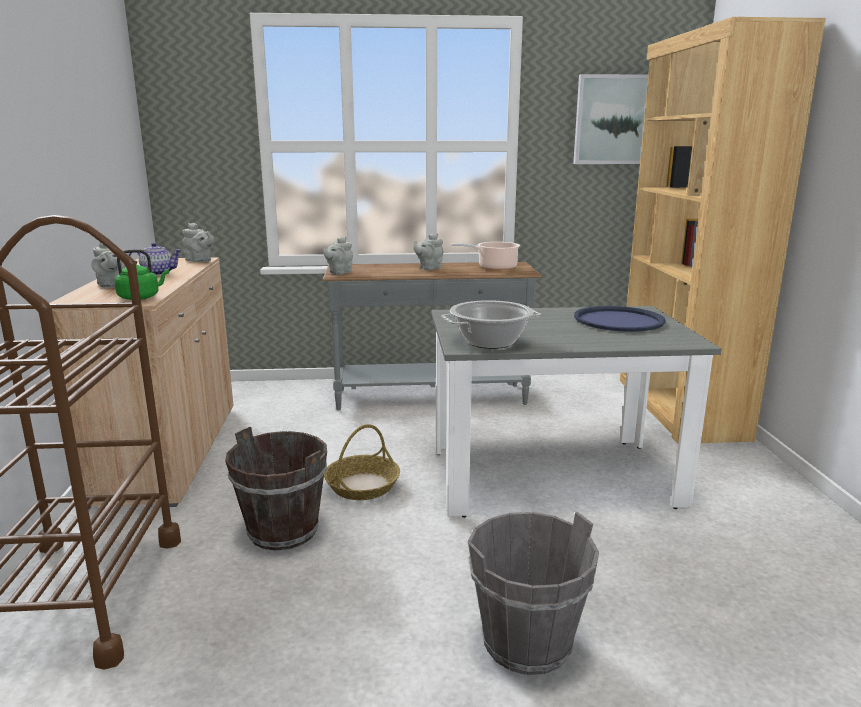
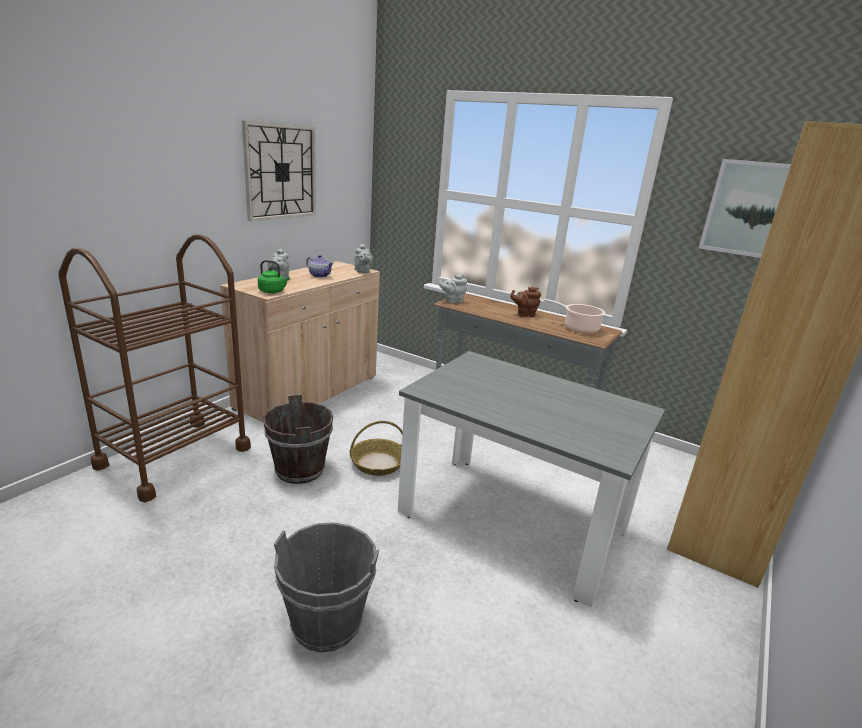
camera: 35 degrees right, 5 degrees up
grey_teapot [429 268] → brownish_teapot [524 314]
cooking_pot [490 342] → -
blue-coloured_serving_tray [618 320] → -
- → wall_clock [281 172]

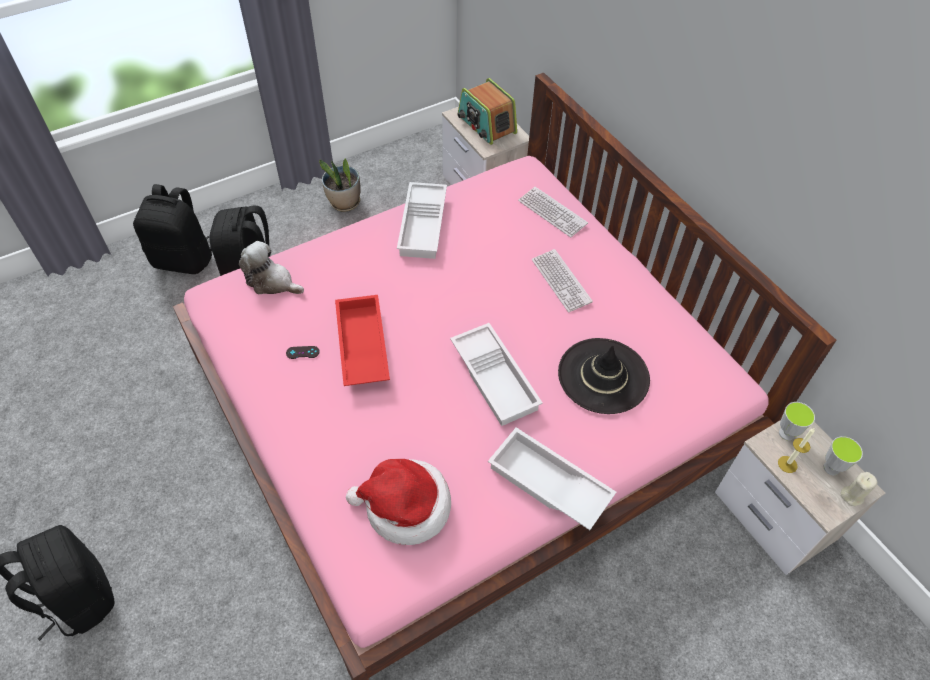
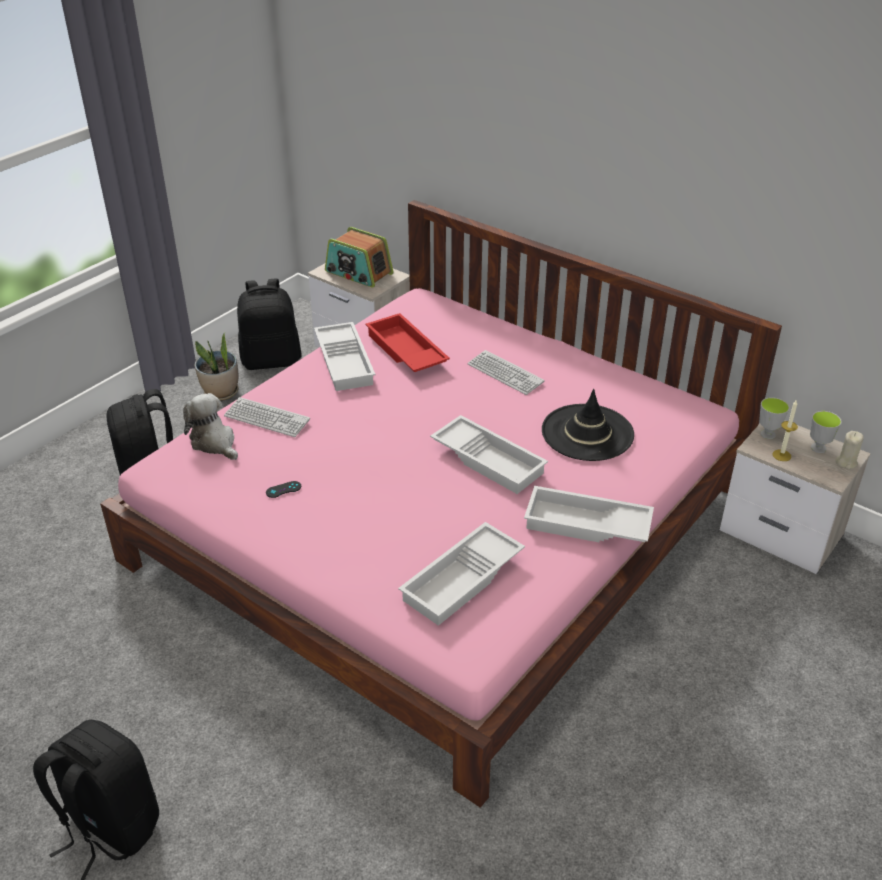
camera: 20 degrees left, 15 degrees down
blackish_rucksack [184 259] → blackish_rucksack [271 360], move
computer_keyboard [552 213] → computer_keyboard [267 418], move
plush_toy [272 282] → plush_toy [214 442], 45 degrees clockwise
red-coloured_serving_tray [360 346] → red-coloured_serving_tray [404 351], move
hat [405 507] → white-coloured_serving_tray [463 581]

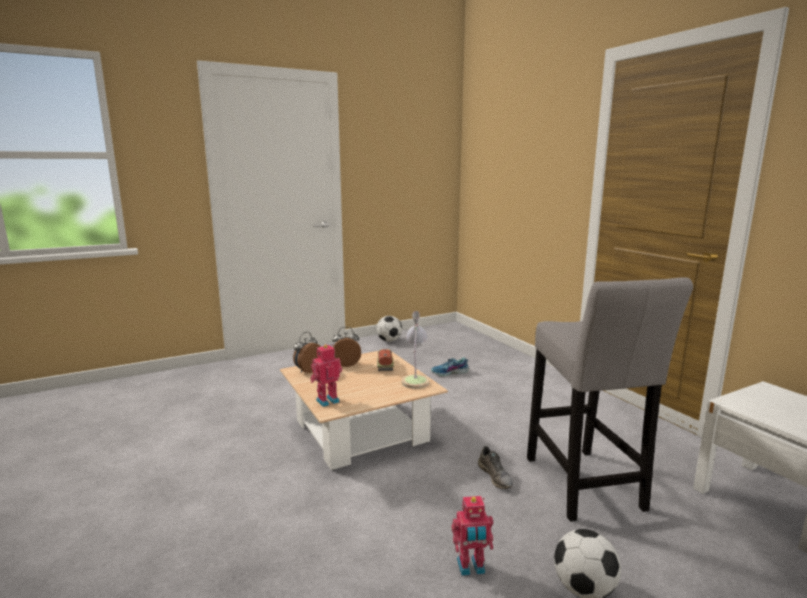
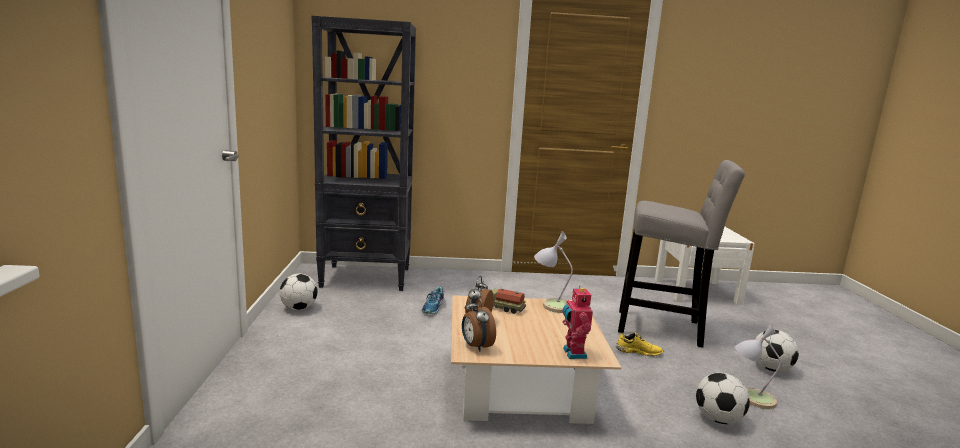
camera: 65 degrees left, 0 degrees up
grey_shoe [495 476] → yellow-coloured_shoe [638 351]
model_robot [471 568] → tabletop_lamp [751 398]
- → blackish_bookshelf [367 278]
- → football_ball [718 419]

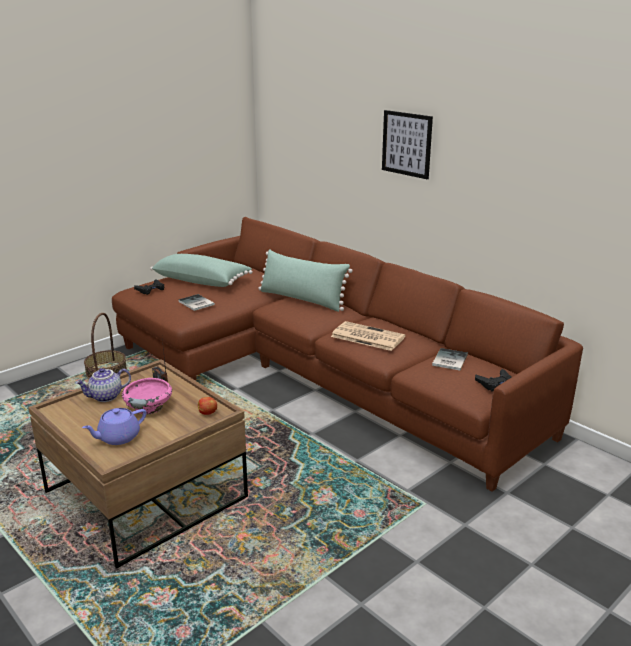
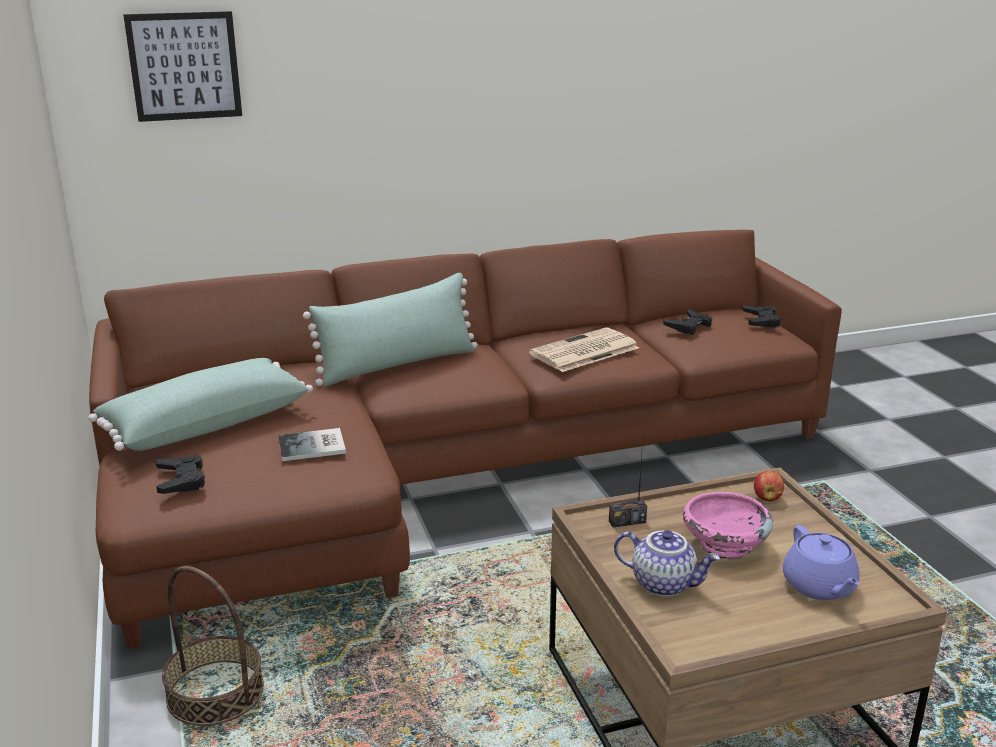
camera: 65 degrees left, 0 degrees up
picture [406 144] → picture [184 66], move
book [448 360] → blackish_game_controller [689 326]
teapot [106 397] → teapot [664 583], 60 degrees counterclockwise

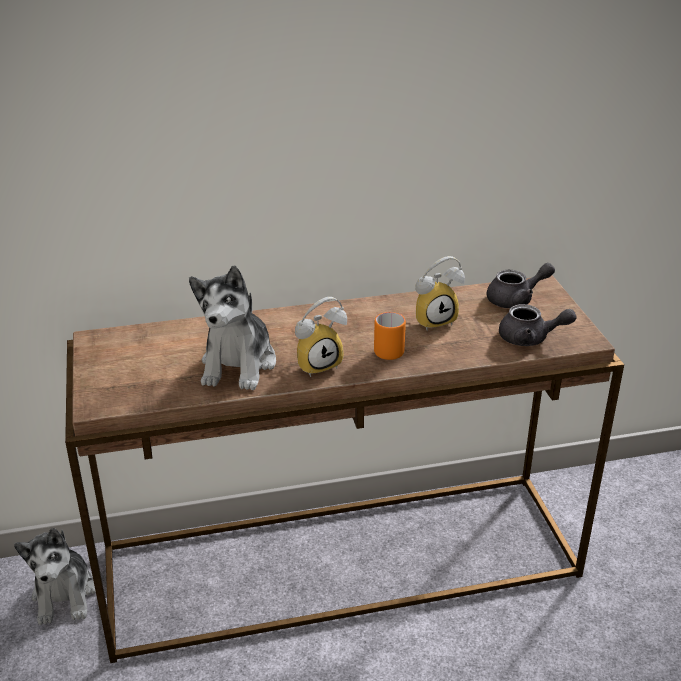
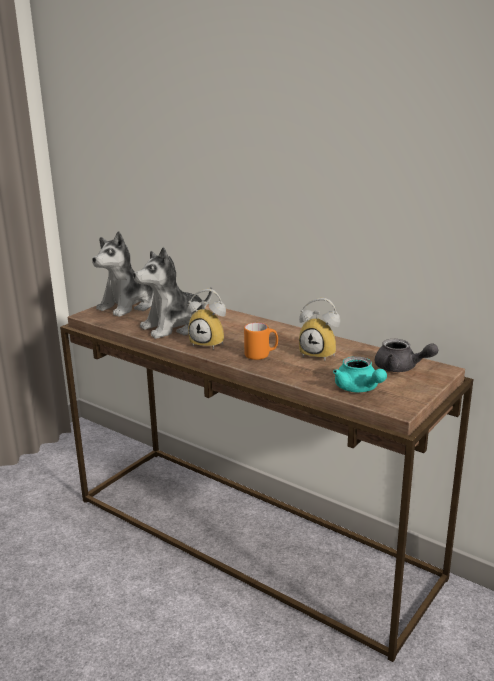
camera: 50 degrees right, 10 degrees down
grey_teapot [530 339] → turquoise-coloured_teapot [359 389]
plush_toy [65 595] → plush_toy [129 305], move

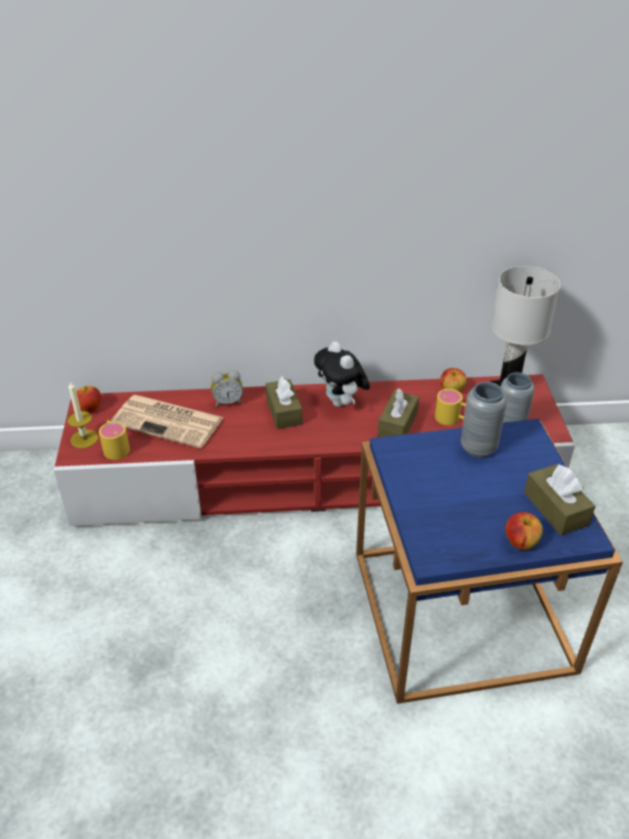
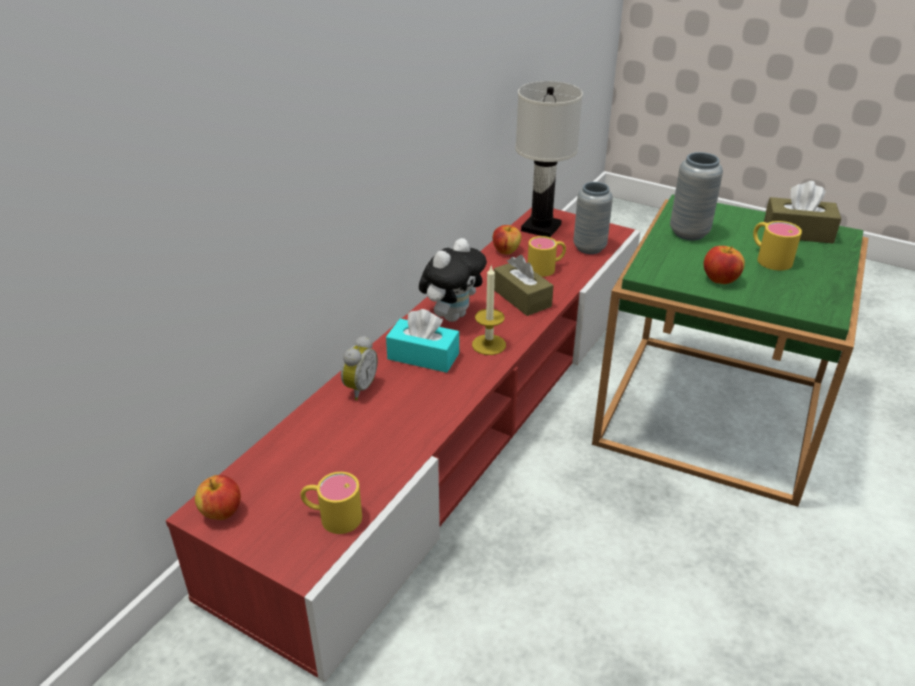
camera: 55 degrees left, 5 degrees down
plush_toy [341 403] → plush_toy [452 315], 60 degrees counterclockwise
brownish_tissue_holder [284 412] → turquoise-coloured_tissue_holder [423 356]
candle [84 439] → candle [489 344], move
newspaper [169 421] → -
blue-coloured_accent_table [461 610] → greenish_accent_table [711 413]
whole_apple [520 542] → whole_apple [720 279], move
- → yellow-coloured_mug [768 258]

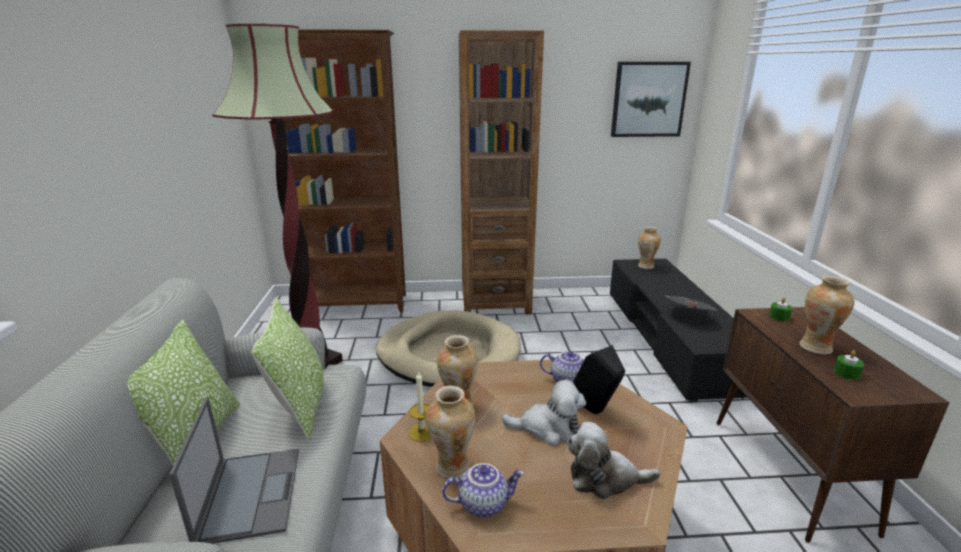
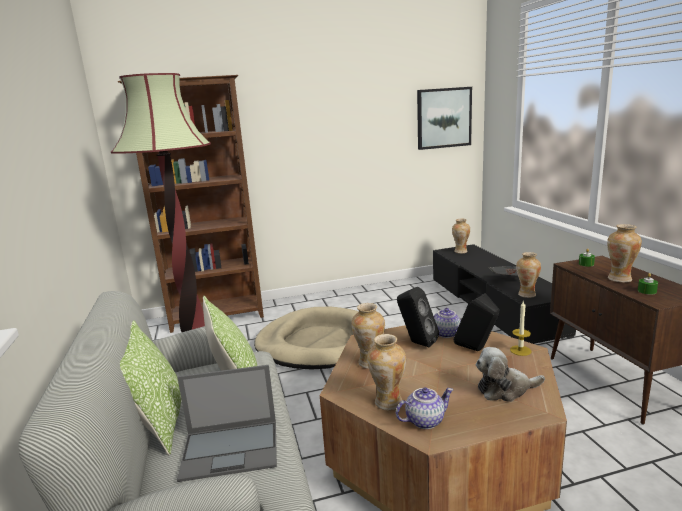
camera: 10 degrees left, 5 degrees down
brownish_bookshelf [495 303] → -
candle [421 432] → candle [520 350], move
plush_toy [547 428] → -
portable_computer [250 493] → portable_computer [231 449], 105 degrees clockwise
- → decorative_vase [527 294]
- → blackish_audio_speaker [416 343]

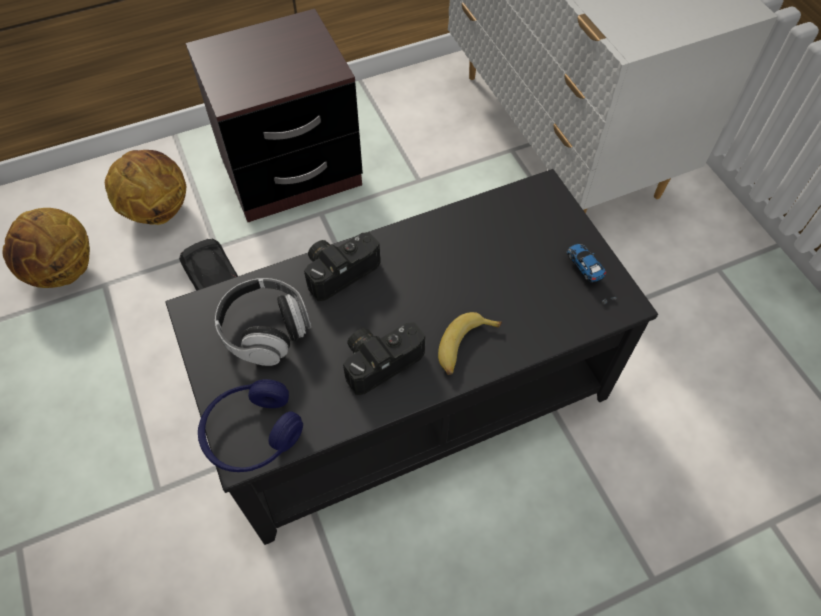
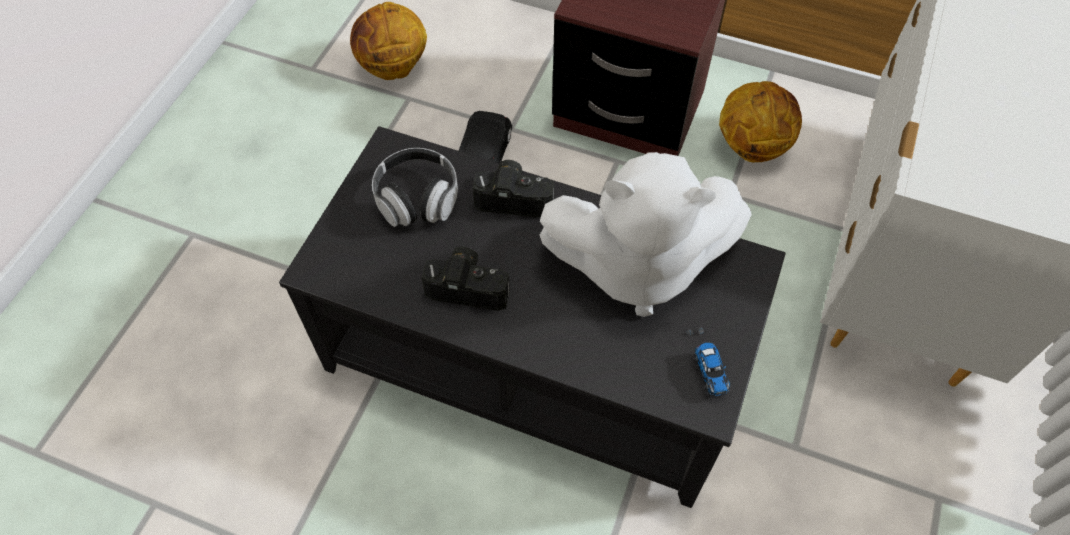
camera: 45 degrees right, 0 degrees up
basketball_ball [157 210] → basketball_ball [752 145], move
miniature_car [589 277] → miniature_car [706 364], 150 degrees clockwise
banana [464 347] → -
blue-coloured_headphones [252 433] → -
- → white-coloured_plush_toy [636 265]

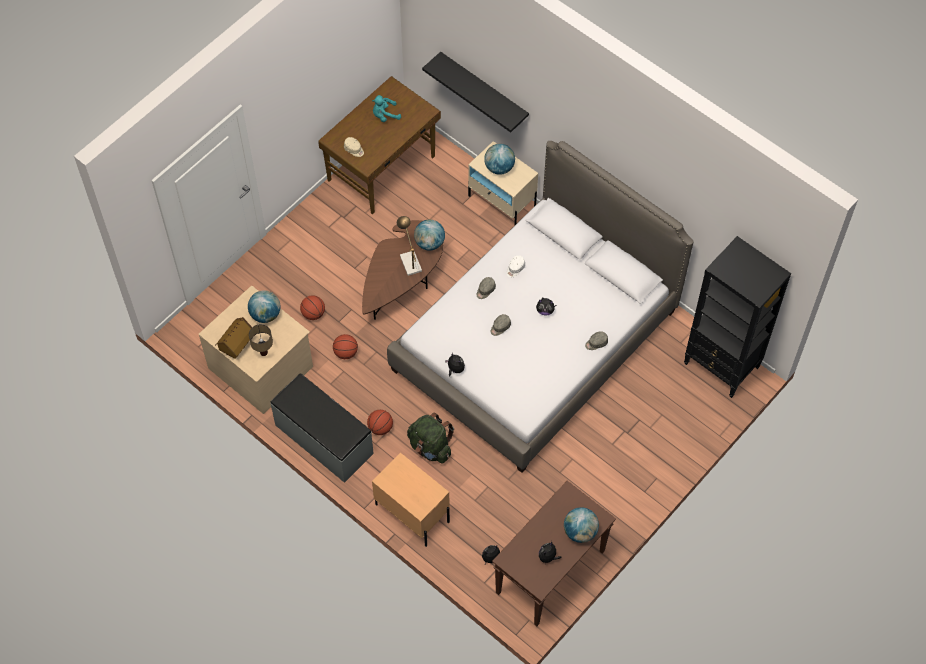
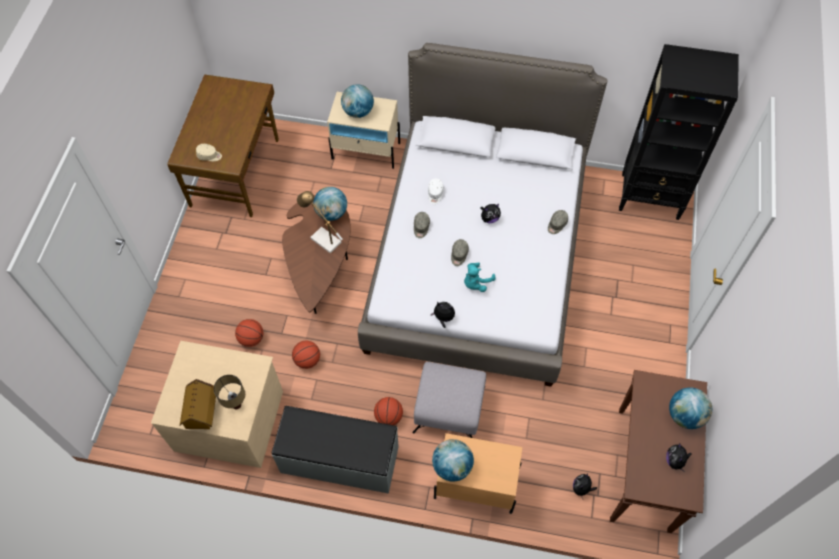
camera: 30 degrees left, 0 degrees up
blackish_wall_shelf [484 89] → -
turquoise-coloured_plush_toy [385 115] → turquoise-coloured_plush_toy [476 283], move
globe [265 314] → globe [452 466], move
greenish_rucksack [430 447] → grey_footrest [449 409]

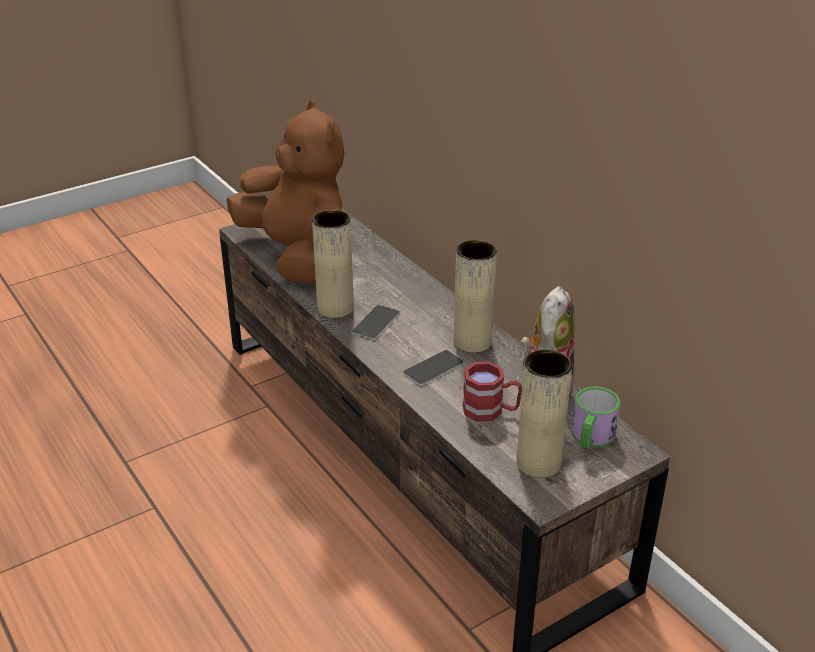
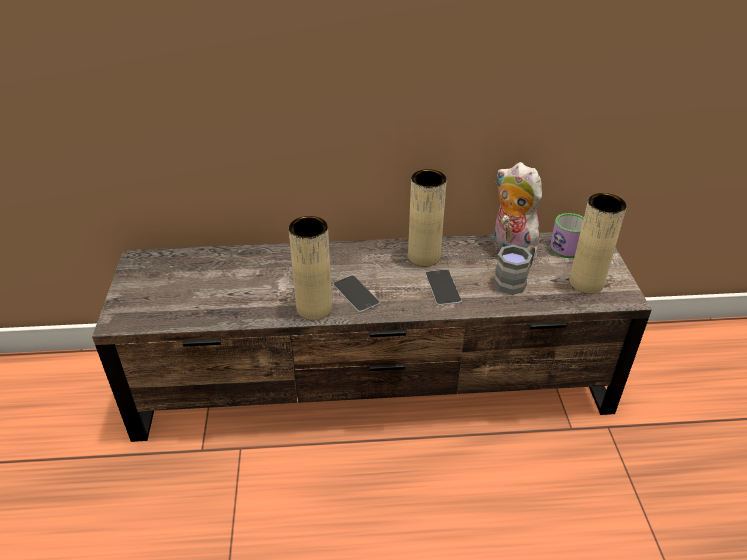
camera: 60 degrees left, 5 degrees up
brownish_plush_toy [297 255] → -
red-coloured_mug [491 411] → grey_mug [514 281]

